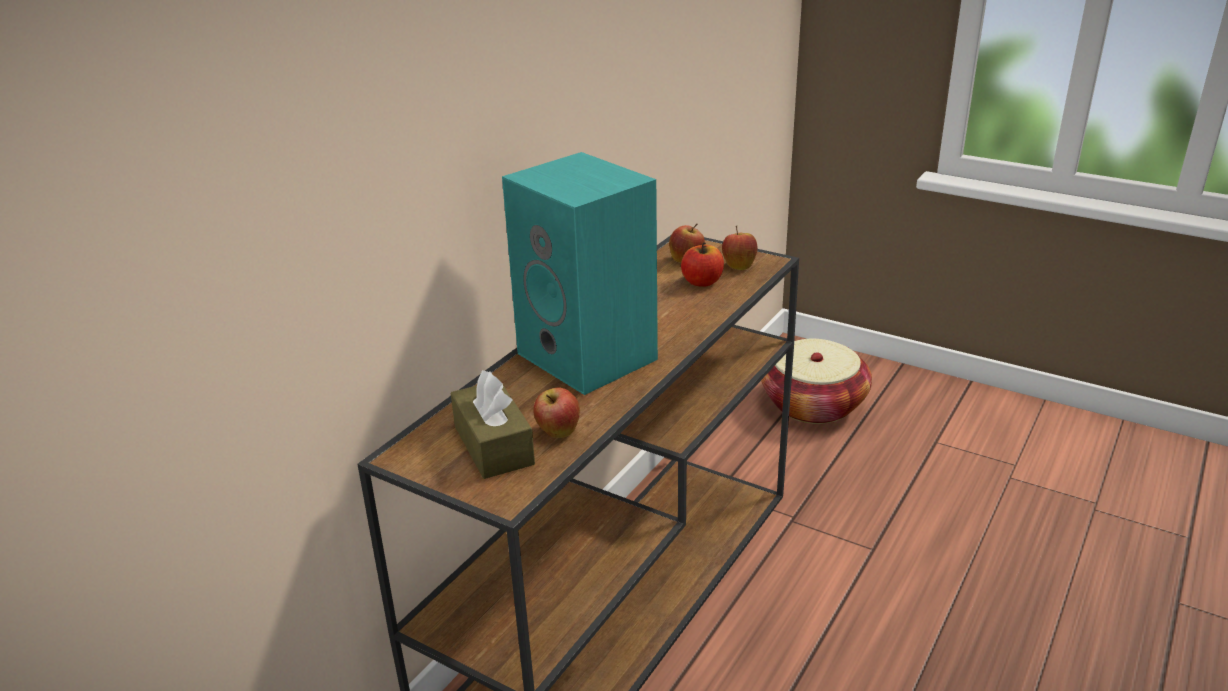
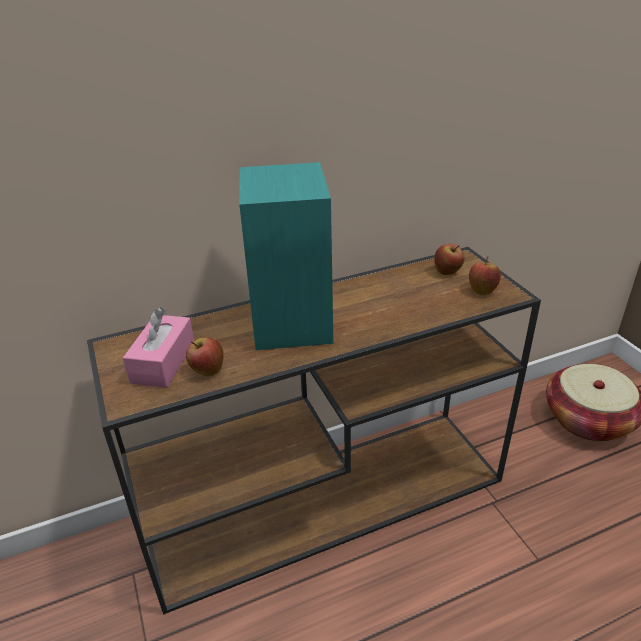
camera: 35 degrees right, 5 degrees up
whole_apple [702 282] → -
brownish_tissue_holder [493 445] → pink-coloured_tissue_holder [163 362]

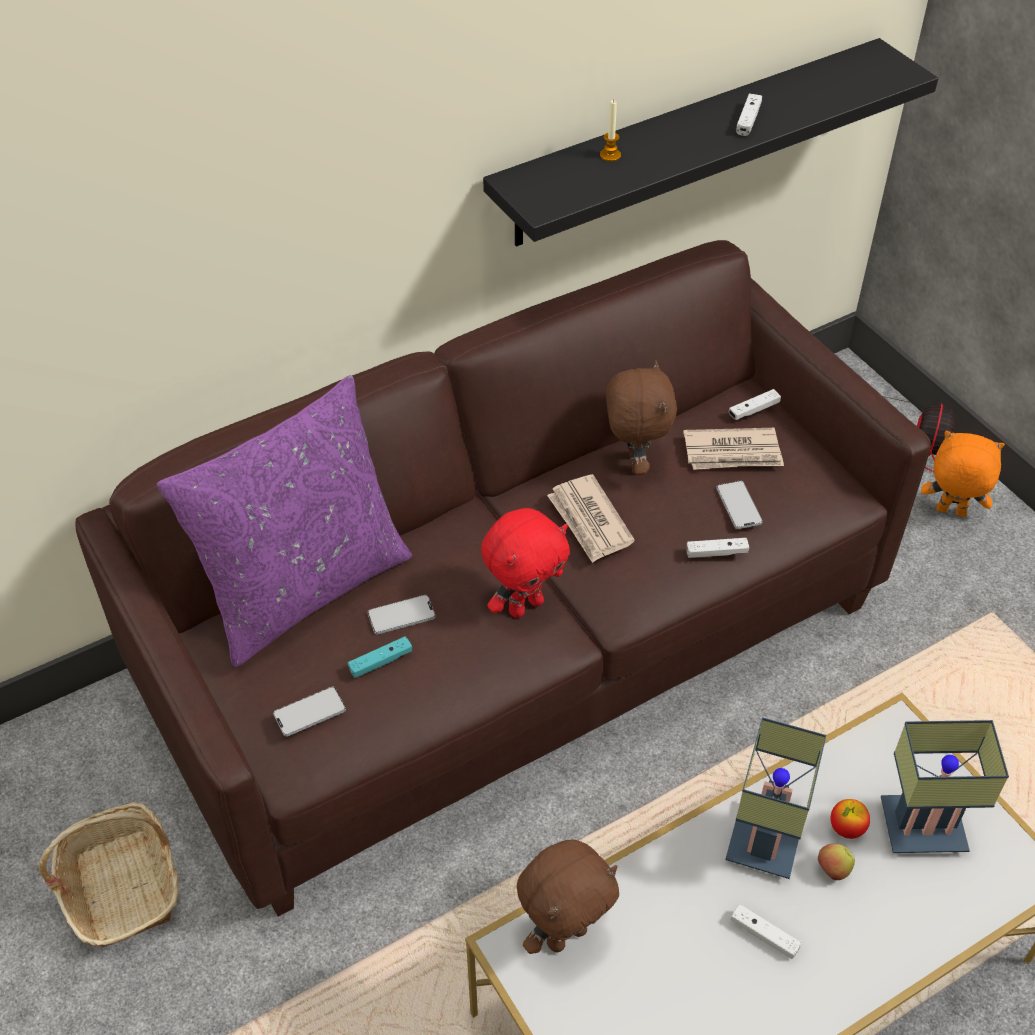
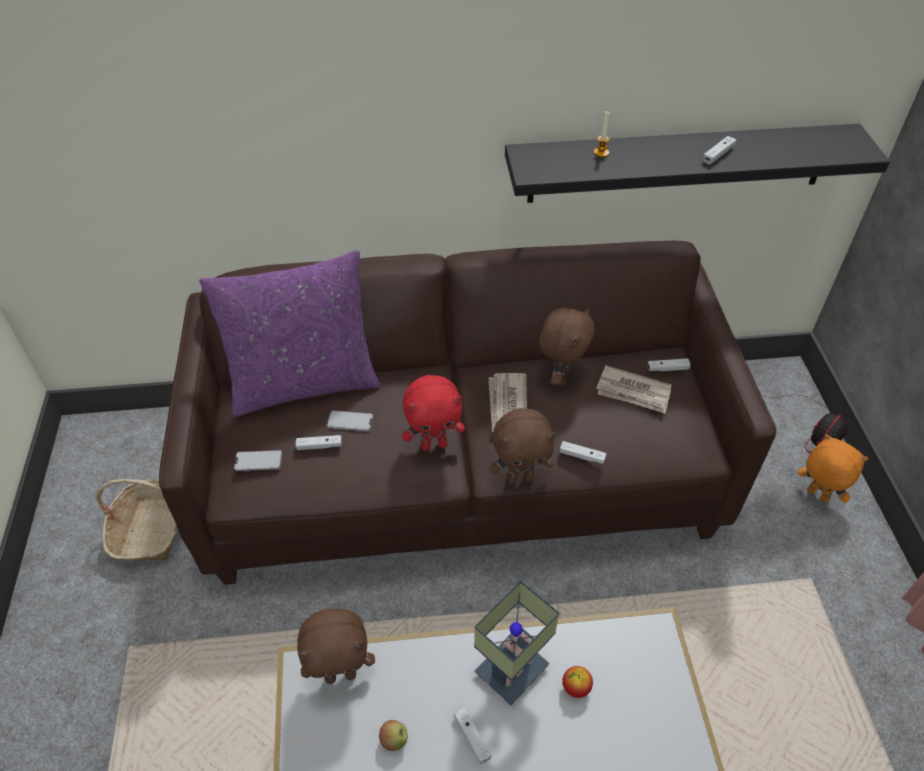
camera: 25 degrees right, 0 degrees up
telephone [739 506] → -
turquoise-coloured_game_controller [381 662] → white-coloured_game_controller [319 446]
tabletop_lamp [919 831] → -
whole_apple [832 870] → whole_apple [394 740], move
- → brownish_plush_toy [520 477]

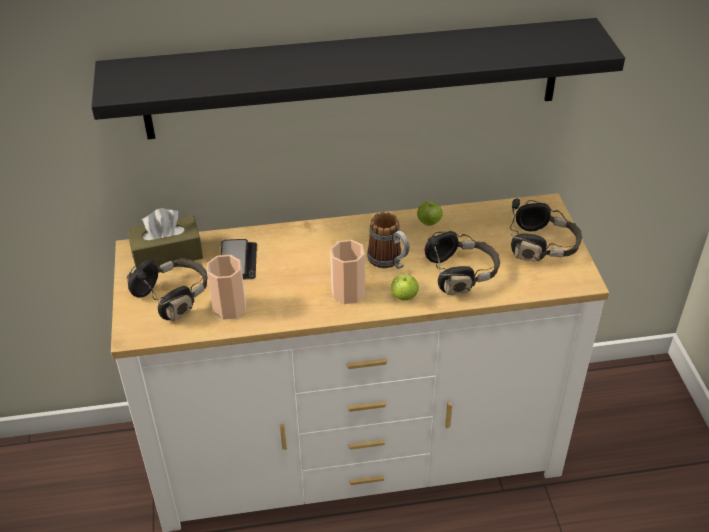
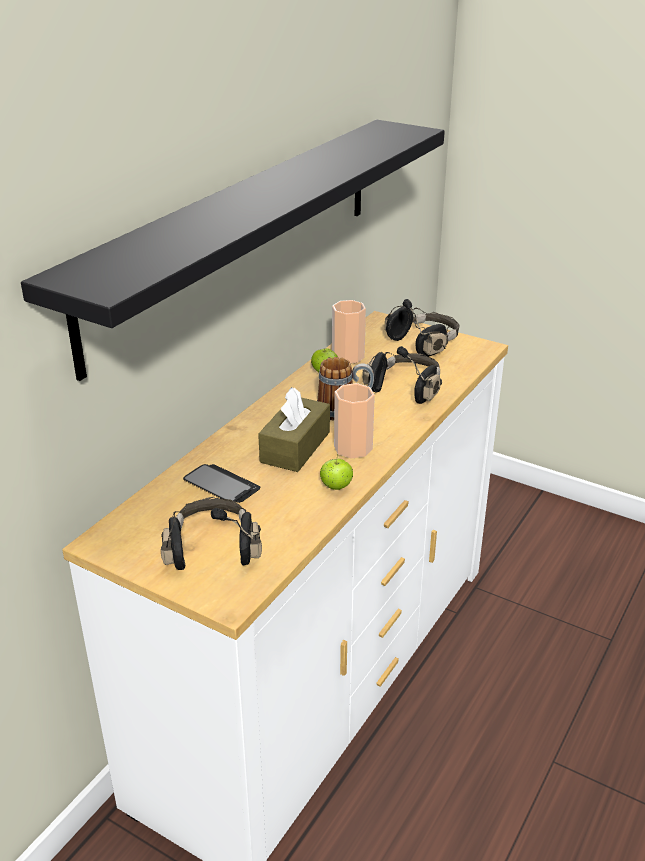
camera: 50 degrees left, 10 degrees down
brownish_tissue_holder [167 254] → brownish_tissue_holder [295 447], move
small_cup [229 308] → small_cup [348 356], move
whole_apple [404 297] → whole_apple [336 487], move

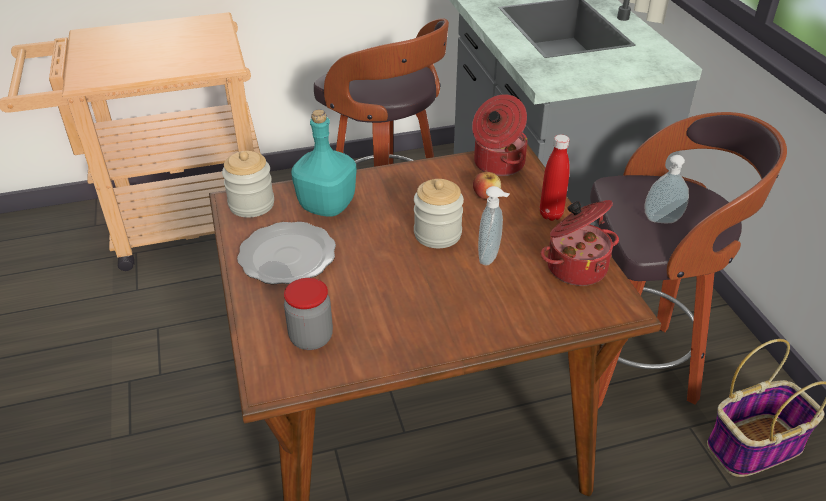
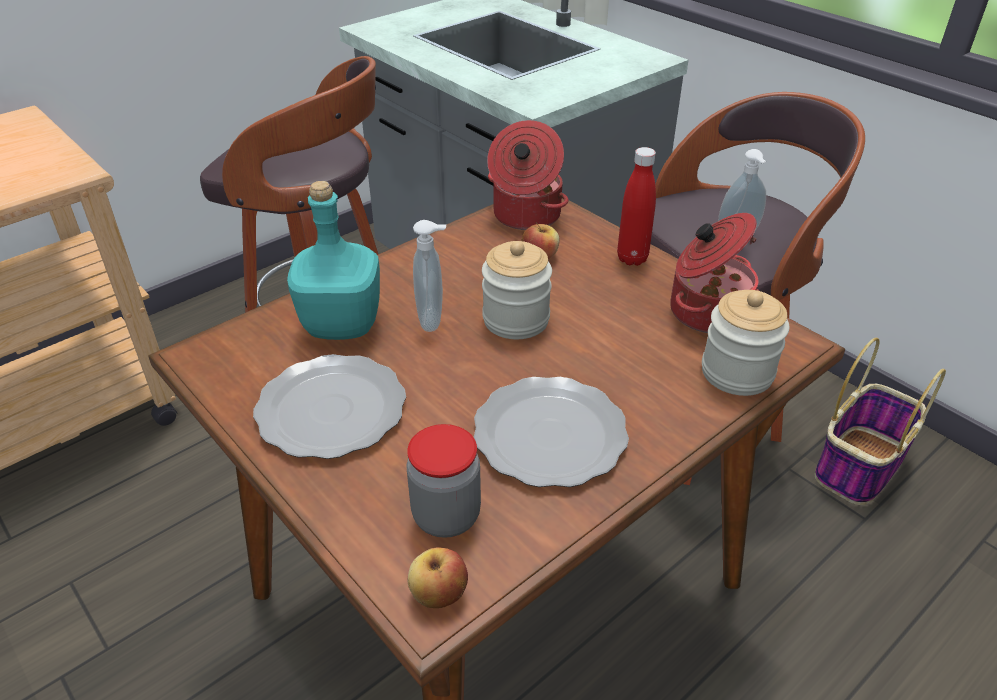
camera: 25 degrees left, 0 degrees up
preserve_jar [251 204] → preserve_jar [737 373], move
soap_bottle [490 257] → soap_bottle [433 320], move
- → dinner_plate [548 433]
- → whole_apple [439 594]

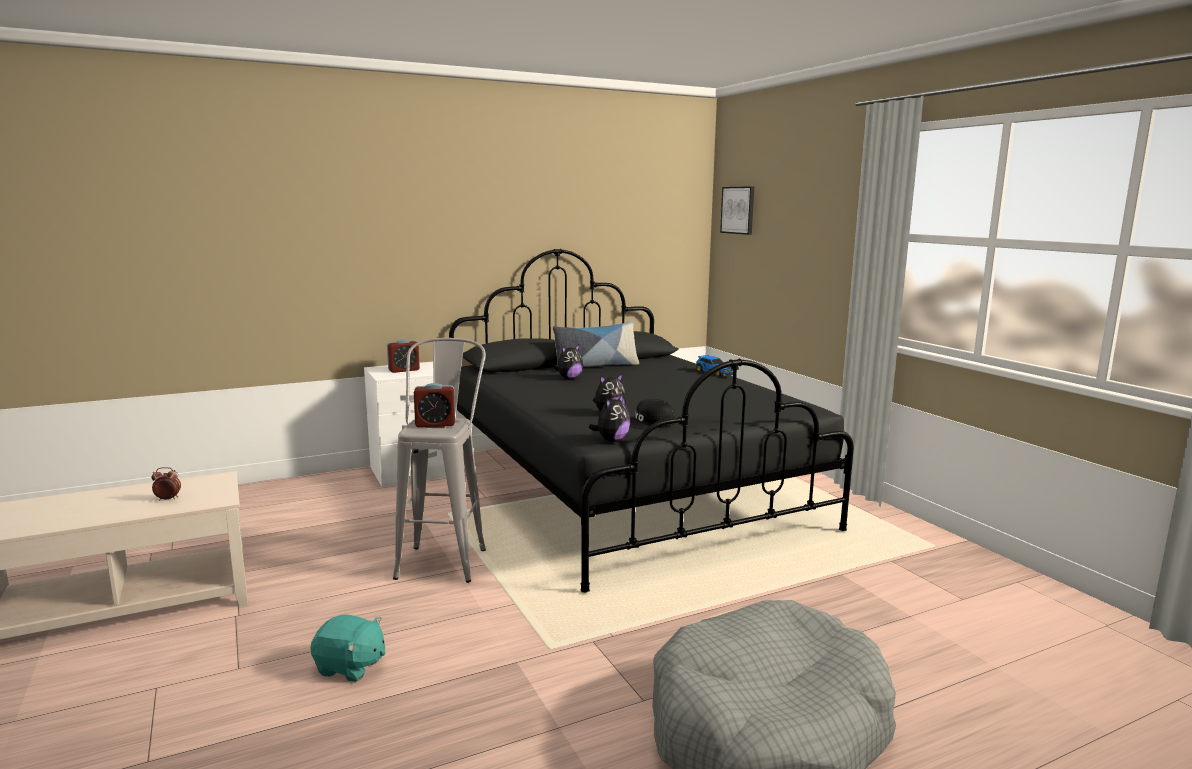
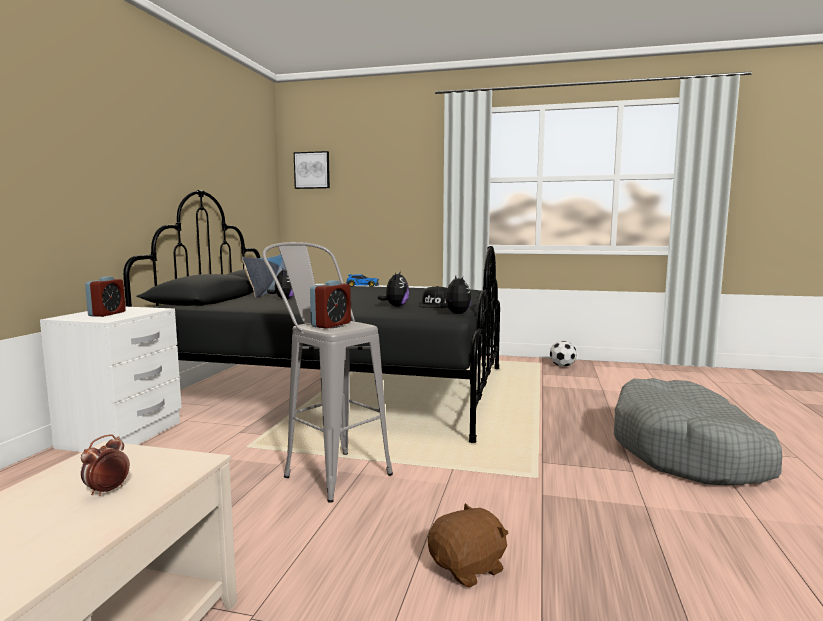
camera: 50 degrees left, 5 degrees down
turquoise-coloured_plush_toy [350 667] → brownish_plush_toy [468 568]
- → football_ball [563 366]

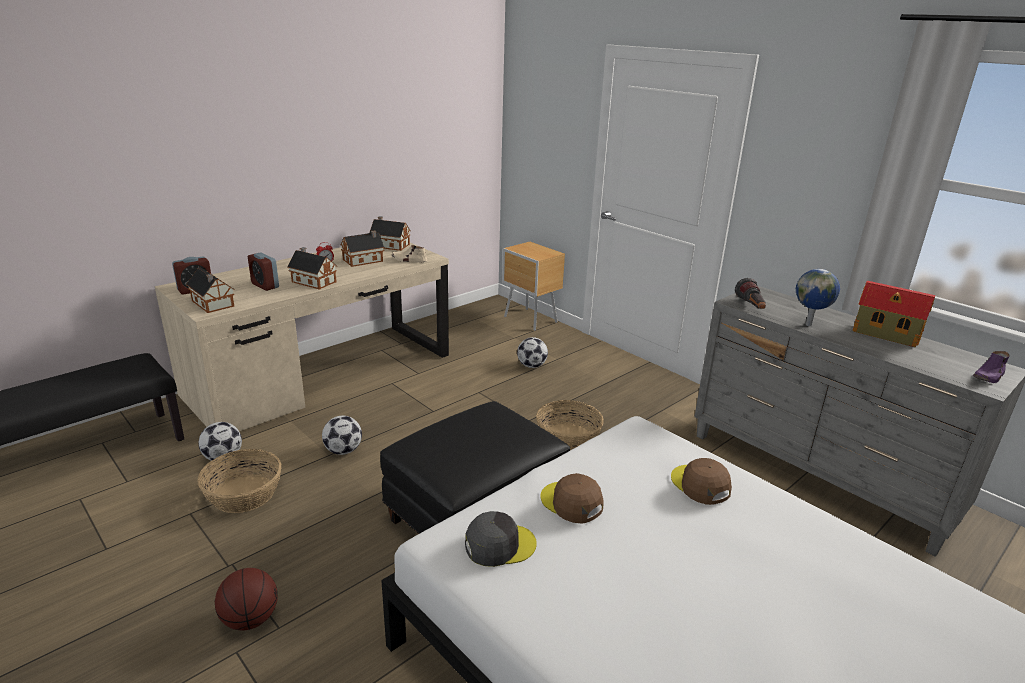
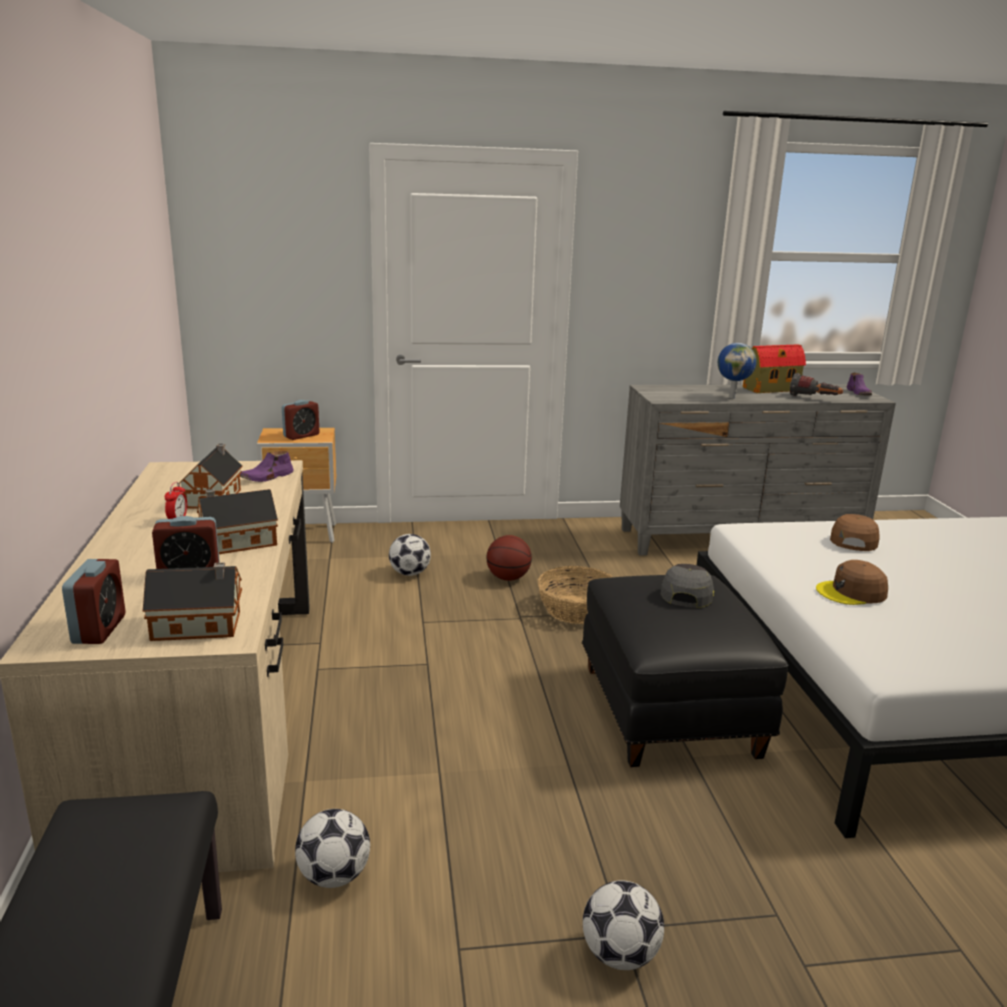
camera: 55 degrees left, 5 degrees down
model_house [389 245] → -
sand-coloured_shoe [409 260] → purple-coloured_shoe [267 477]
hand_torch [751 307] → hand_torch [814 399], move
football_ball [343 451] → football_ball [620 954], move
basket [243 494] → -
brownish_cap [700 485] → brownish_cap [853 540], 105 degrees clockwise
grey_cap [499 545] → grey_cap [686 593], move
basketball_ball [250 619] → basketball_ball [508 578], move
- → alarm_clock [301 436]

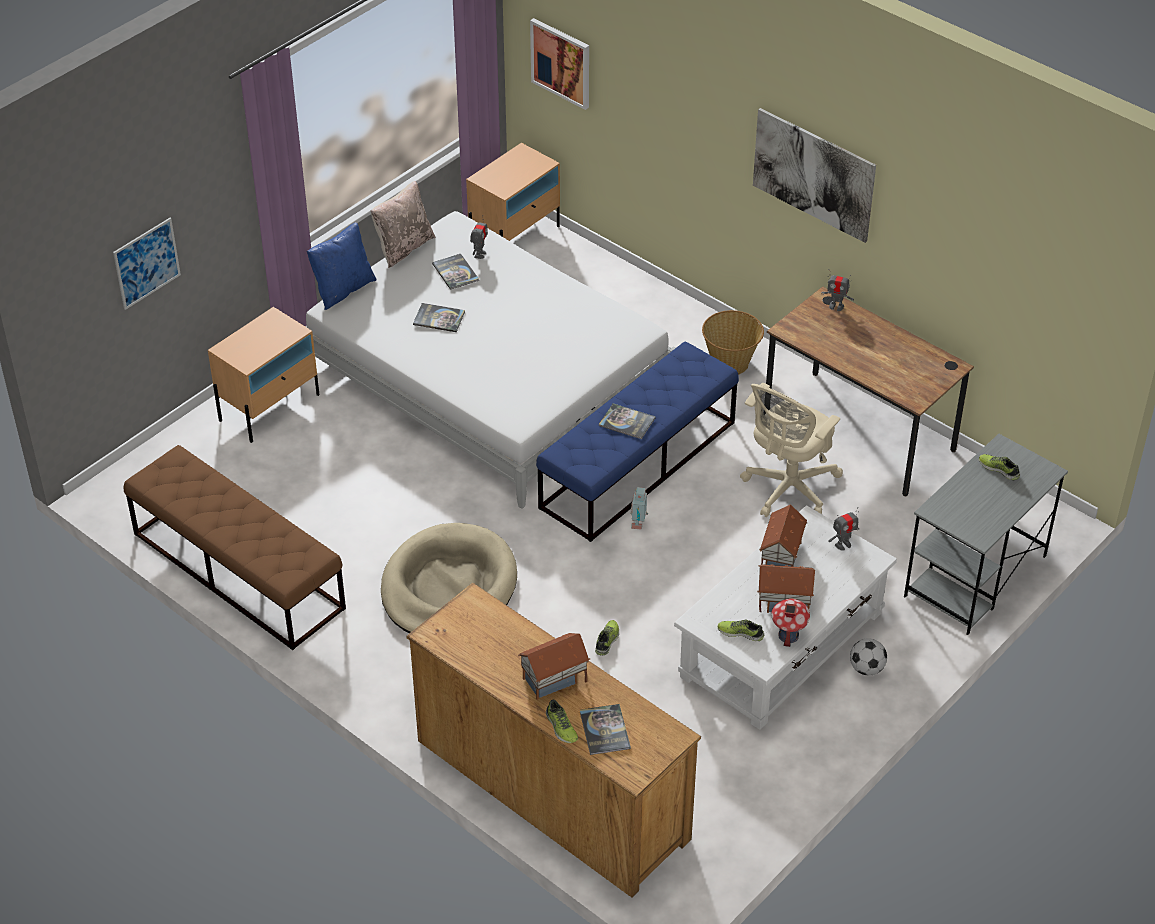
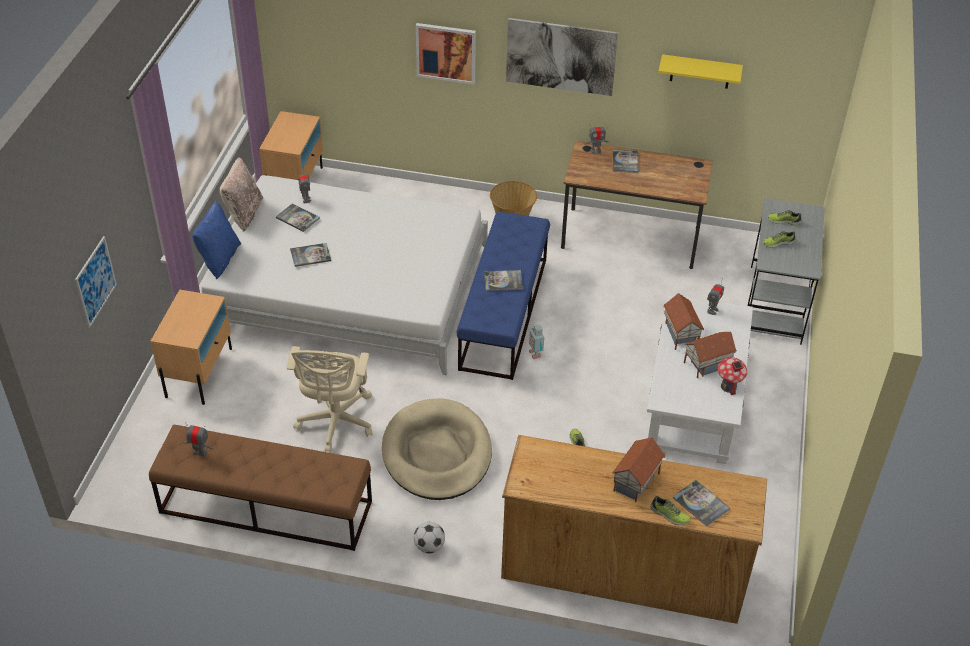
camera: 30 degrees left, 0 degrees up
picture [561 62] → picture [446 52], move
sand-coloured_desk_chair [787 490] → sand-coloured_desk_chair [335 423], move
shoe [741 632] → shoe [778 242], move
football_ball [866 668] → football_ball [429 546], move
- → yellow-coloured_wall_shelf [700 71]
- → book [625 161]
- → model_robot [200 452]

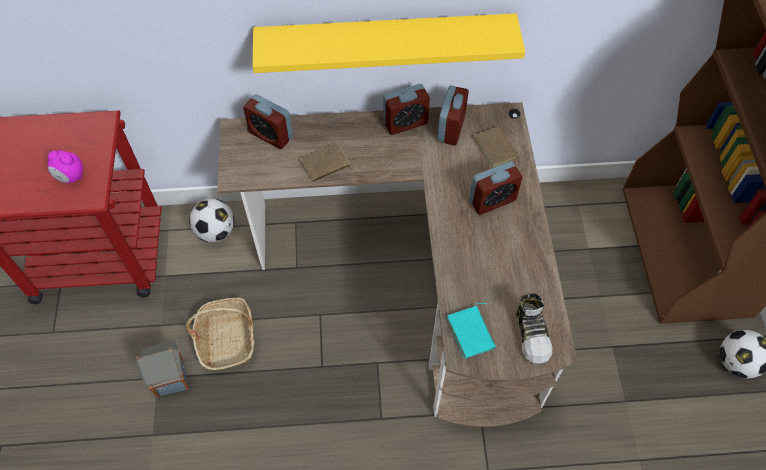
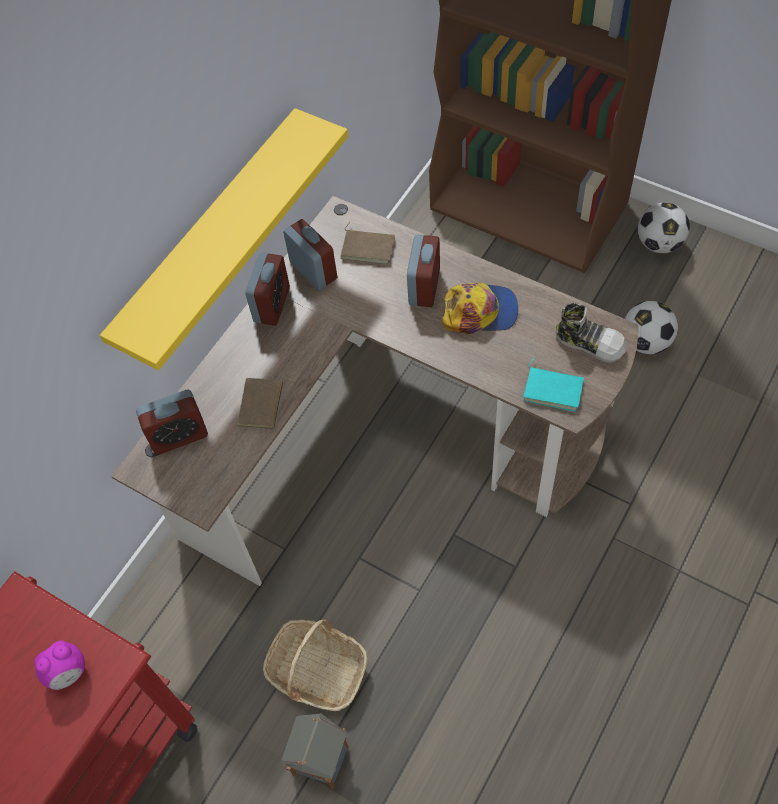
camera: 50 degrees left, 0 degrees up
football_ball [215 231] → football_ball [646 342], move
- → cap [480 312]

